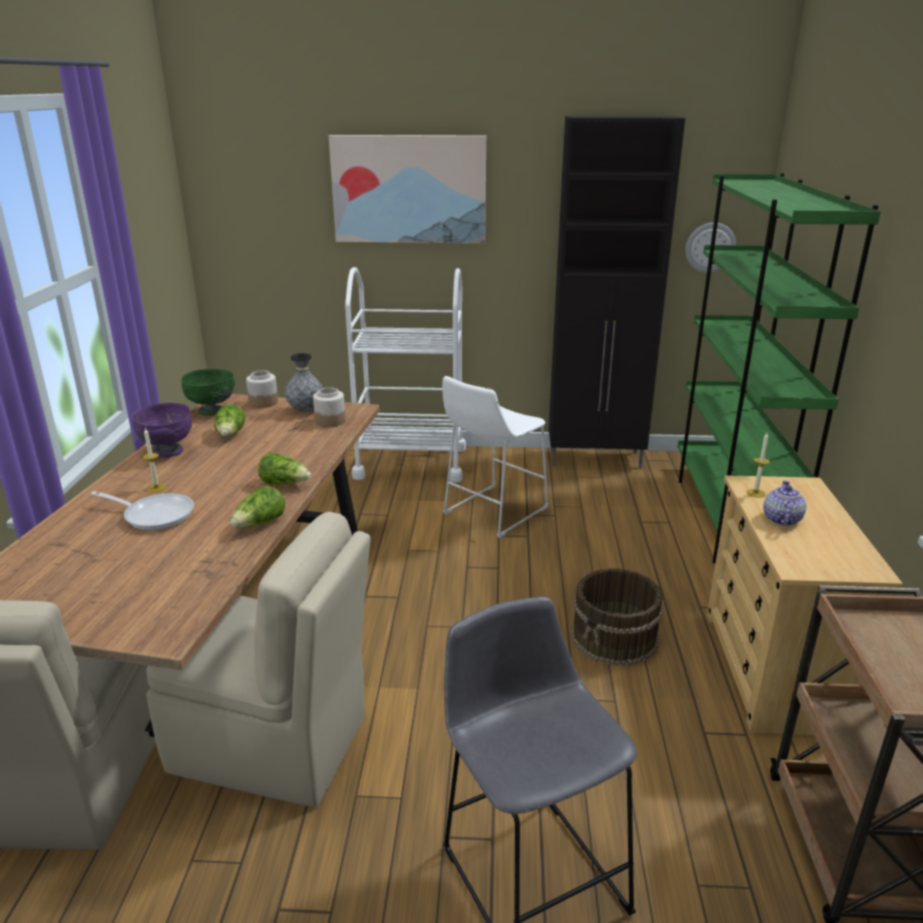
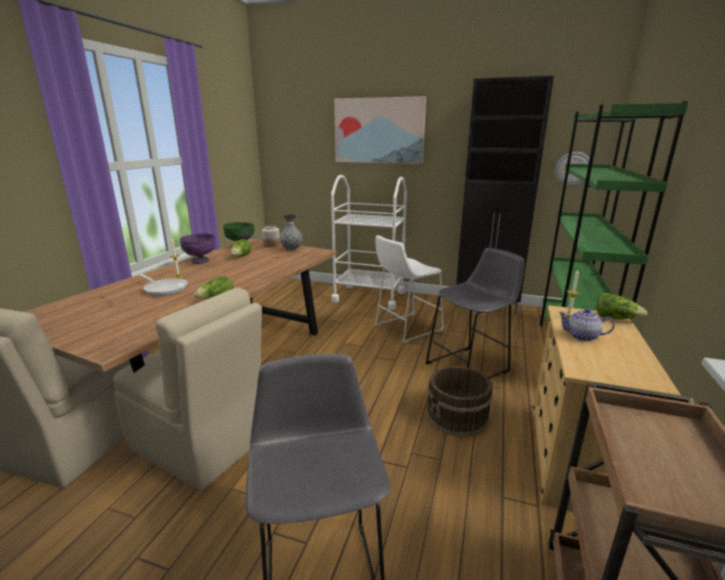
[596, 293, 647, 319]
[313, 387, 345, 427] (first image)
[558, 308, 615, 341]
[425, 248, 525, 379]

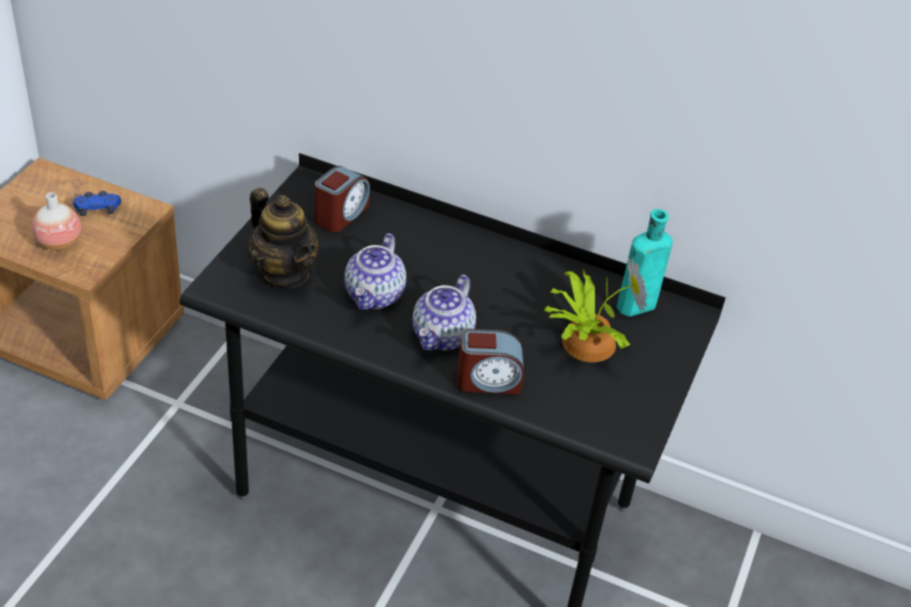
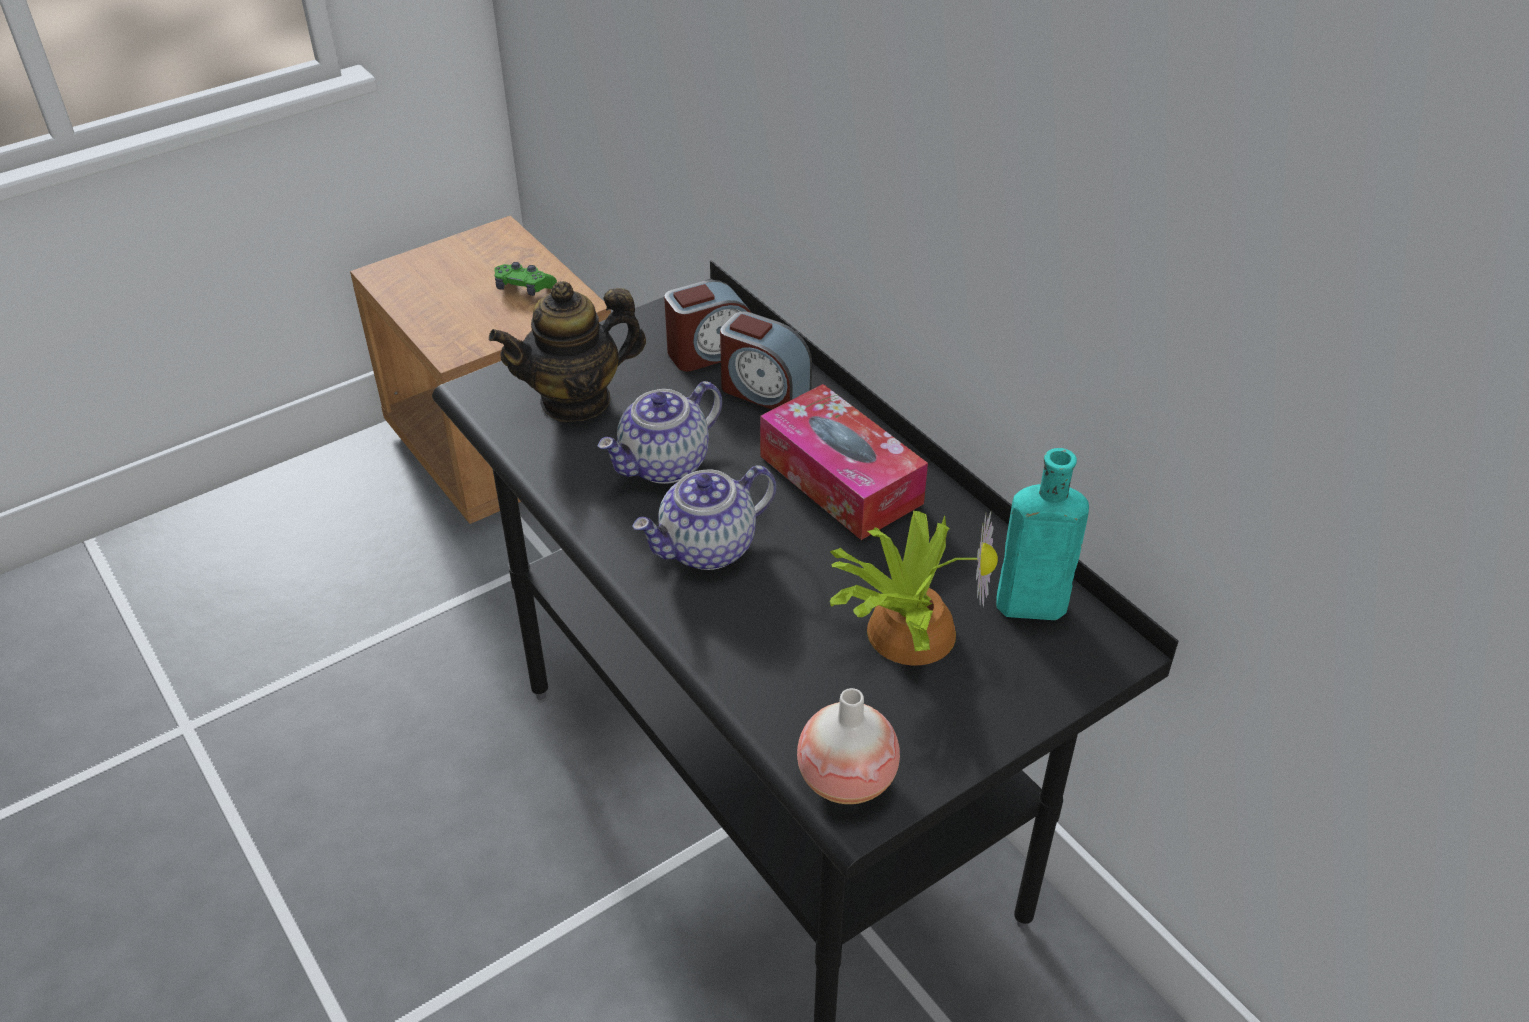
[797, 688, 900, 804]
[494, 262, 557, 296]
[489, 281, 646, 422]
[720, 311, 812, 410]
[760, 384, 928, 540]

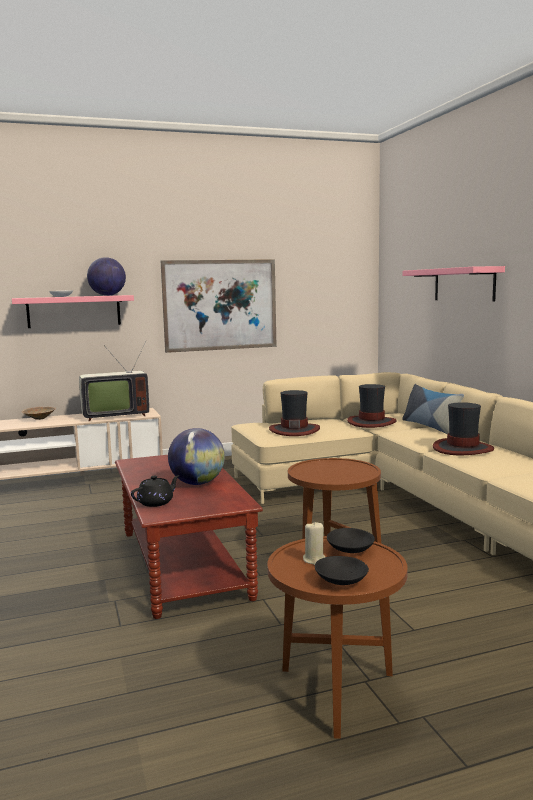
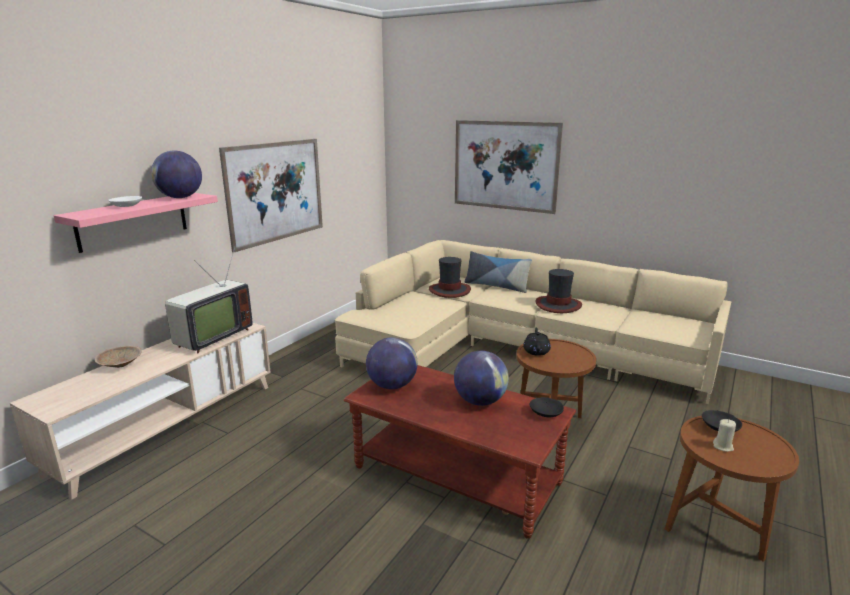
[523, 328, 551, 356]
[269, 390, 320, 436] (first image)
[530, 397, 564, 417]
[455, 120, 563, 214]
[366, 337, 418, 389]

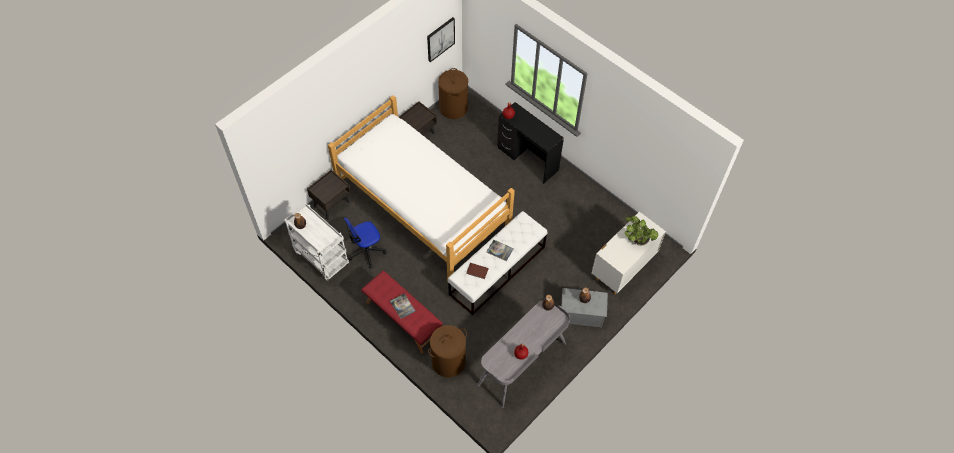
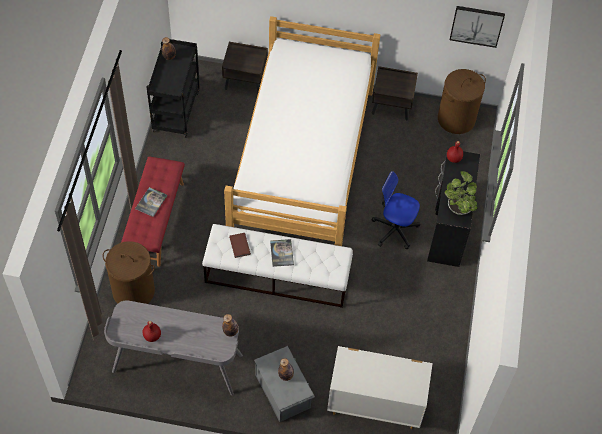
[147, 39, 200, 138]
[371, 171, 420, 249]
[444, 171, 478, 215]

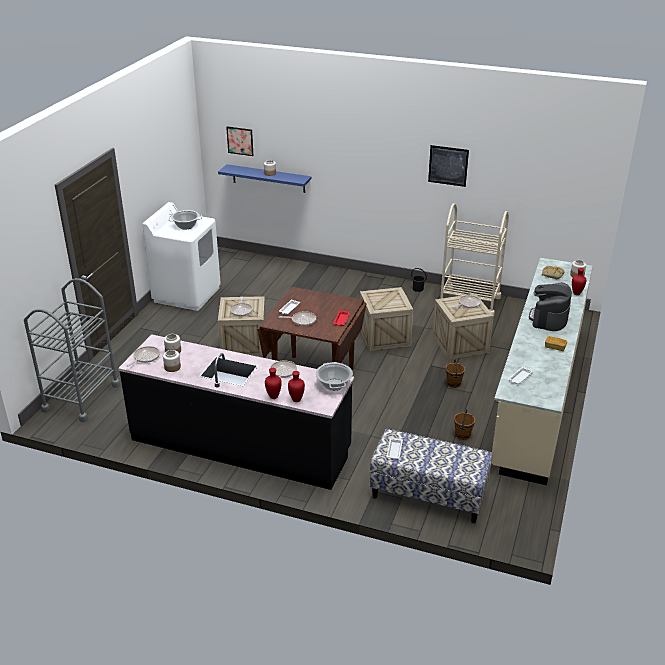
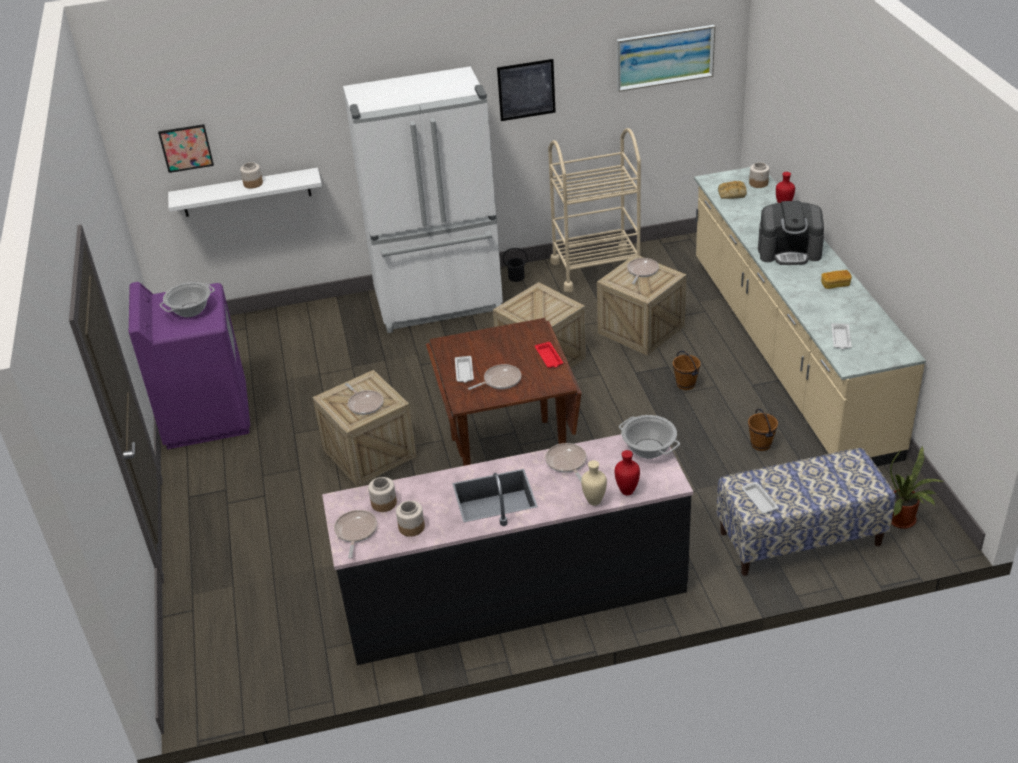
[24, 278, 120, 422] (first image)
[129, 282, 250, 449]
[168, 168, 322, 217]
[581, 460, 607, 506]
[758, 201, 824, 265]
[343, 66, 503, 333]
[617, 25, 715, 92]
[890, 446, 944, 529]

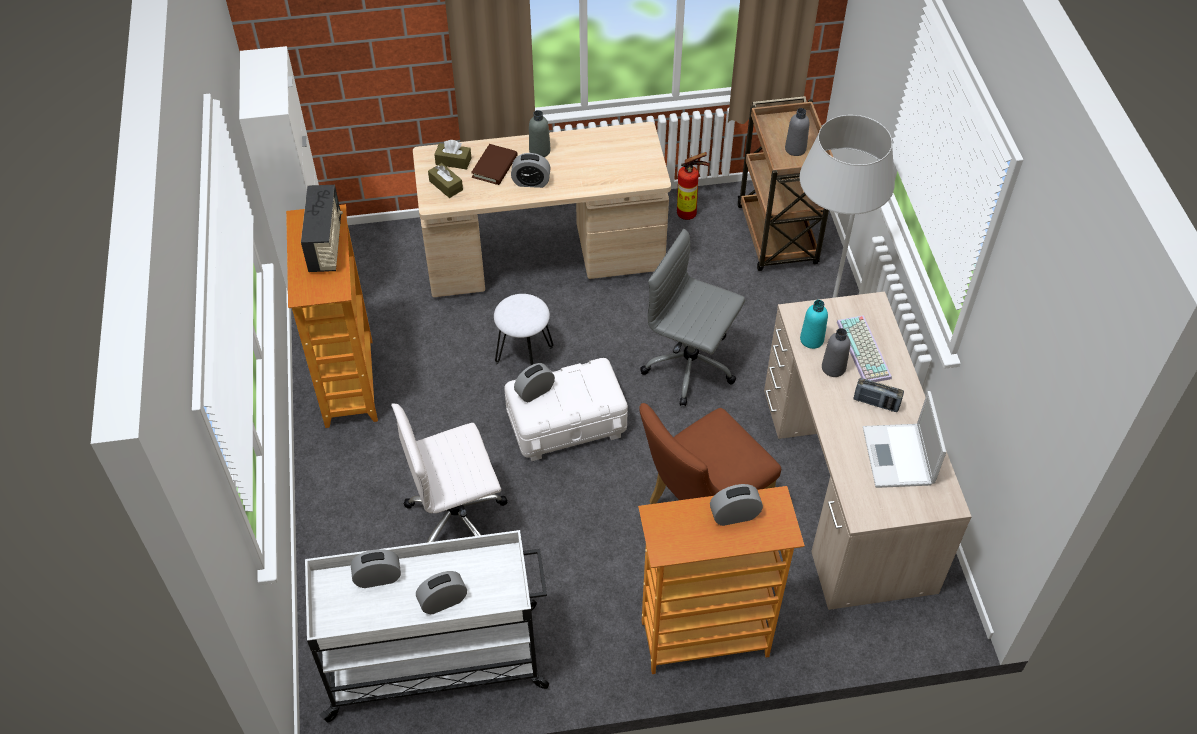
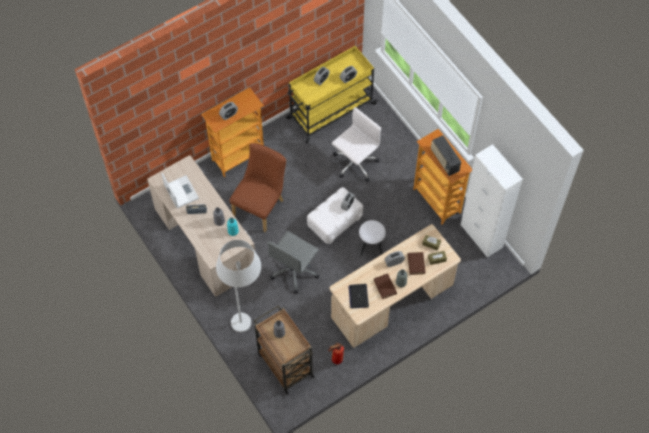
[286, 46, 378, 143]
[267, 231, 319, 293]
[837, 315, 892, 382] (first image)
[349, 284, 369, 308]
[374, 273, 397, 299]

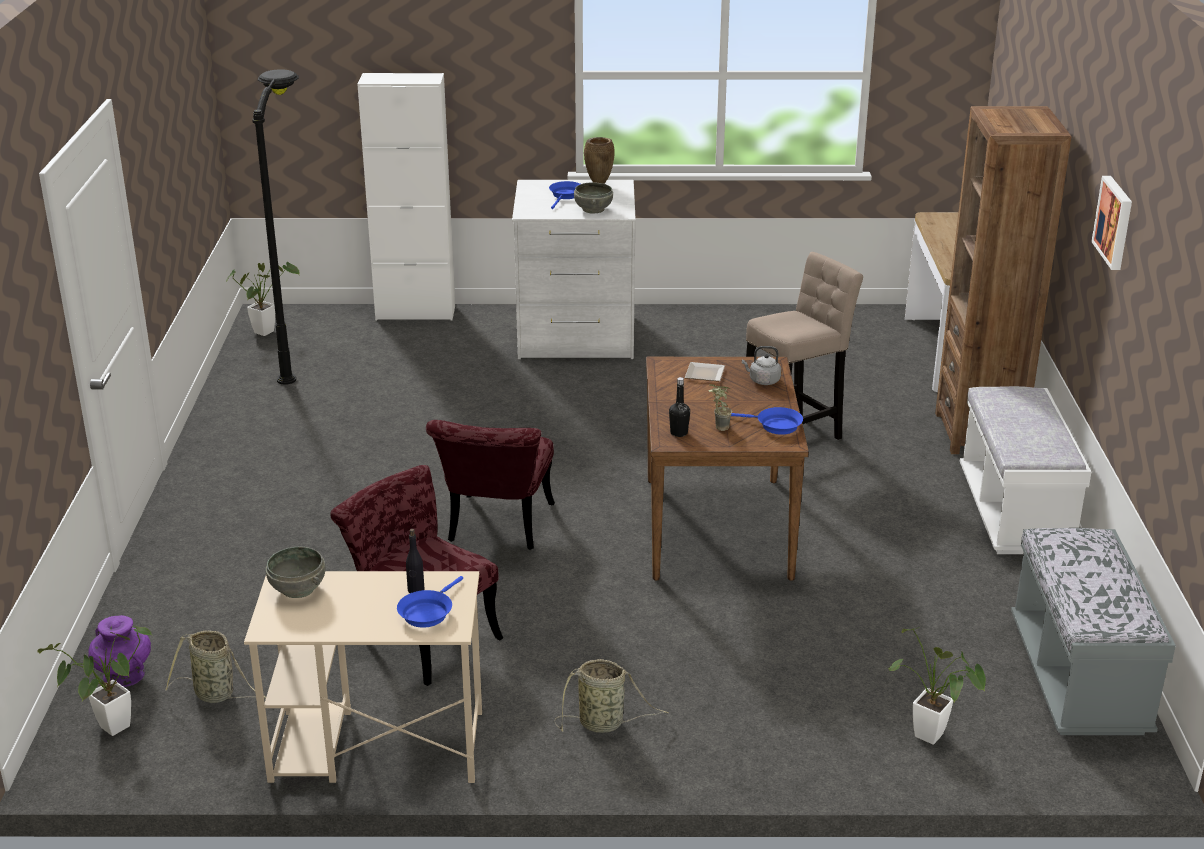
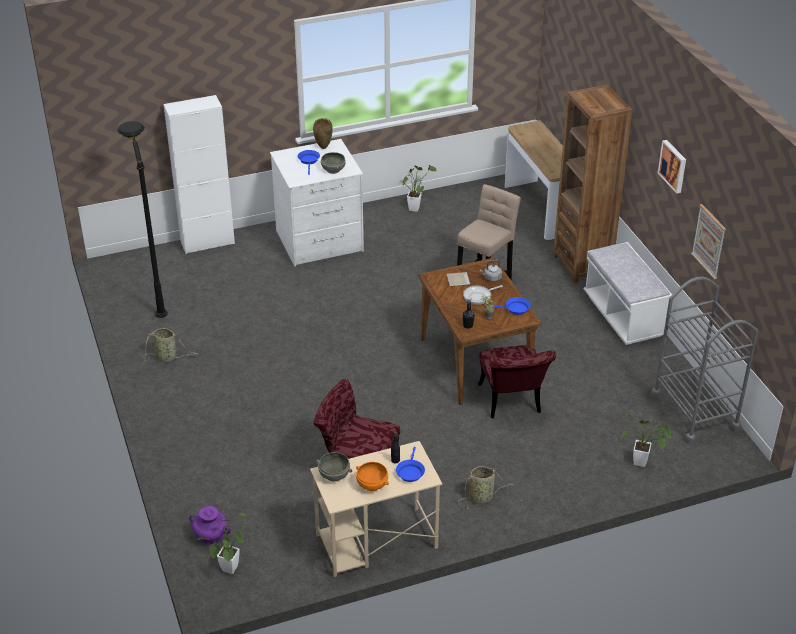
[144, 328, 197, 362]
[402, 165, 437, 212]
[478, 345, 556, 418]
[651, 277, 758, 444]
[356, 462, 389, 491]
[463, 285, 503, 305]
[691, 204, 726, 280]

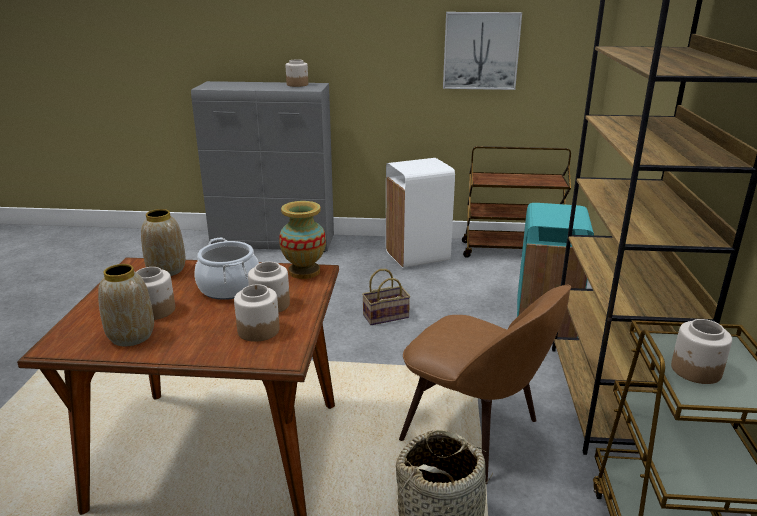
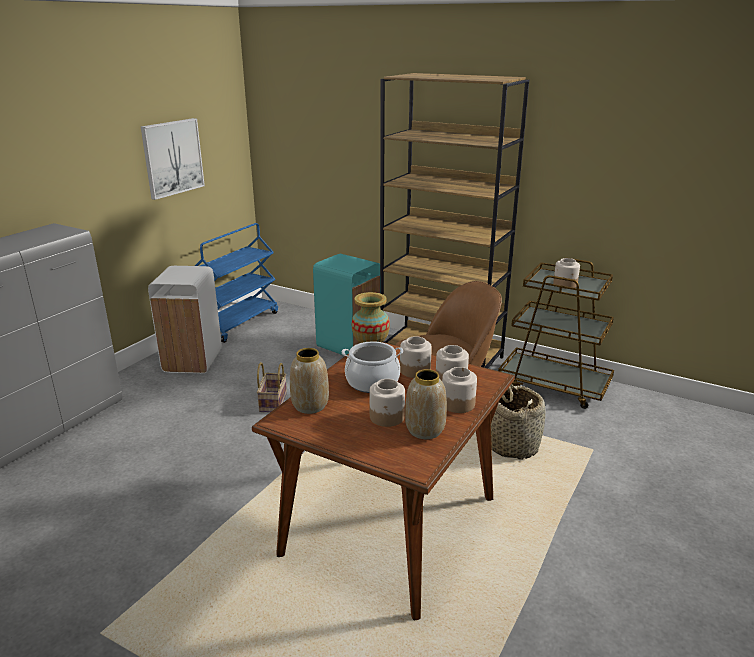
[442, 367, 477, 413]
[195, 223, 278, 343]

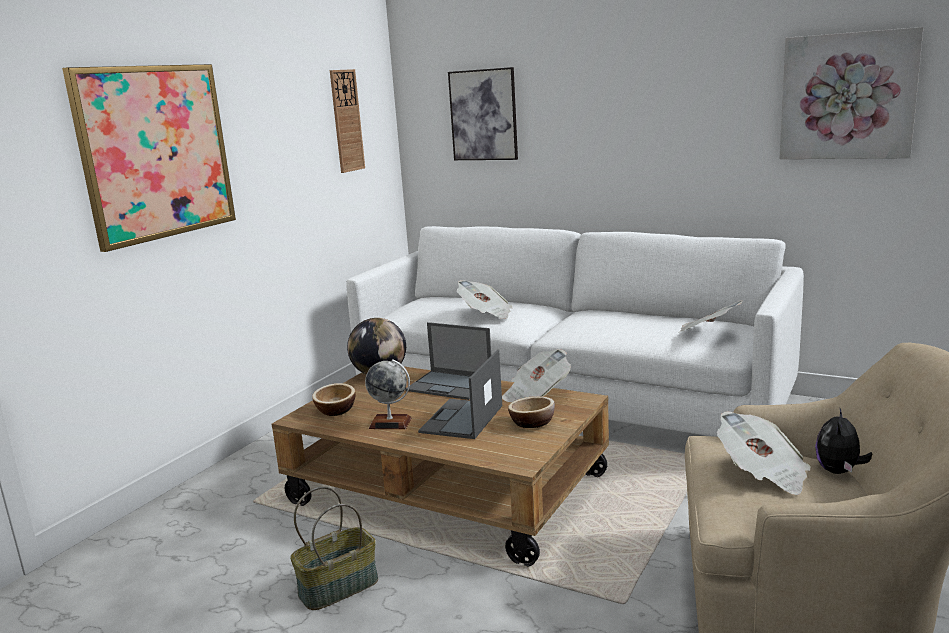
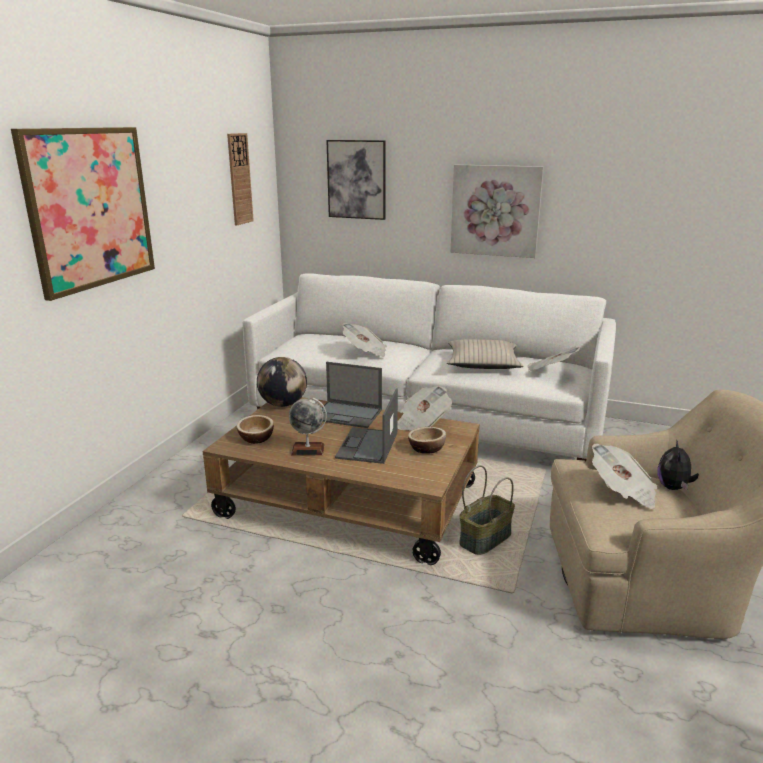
[459, 465, 515, 555]
[451, 164, 544, 258]
[447, 339, 523, 369]

